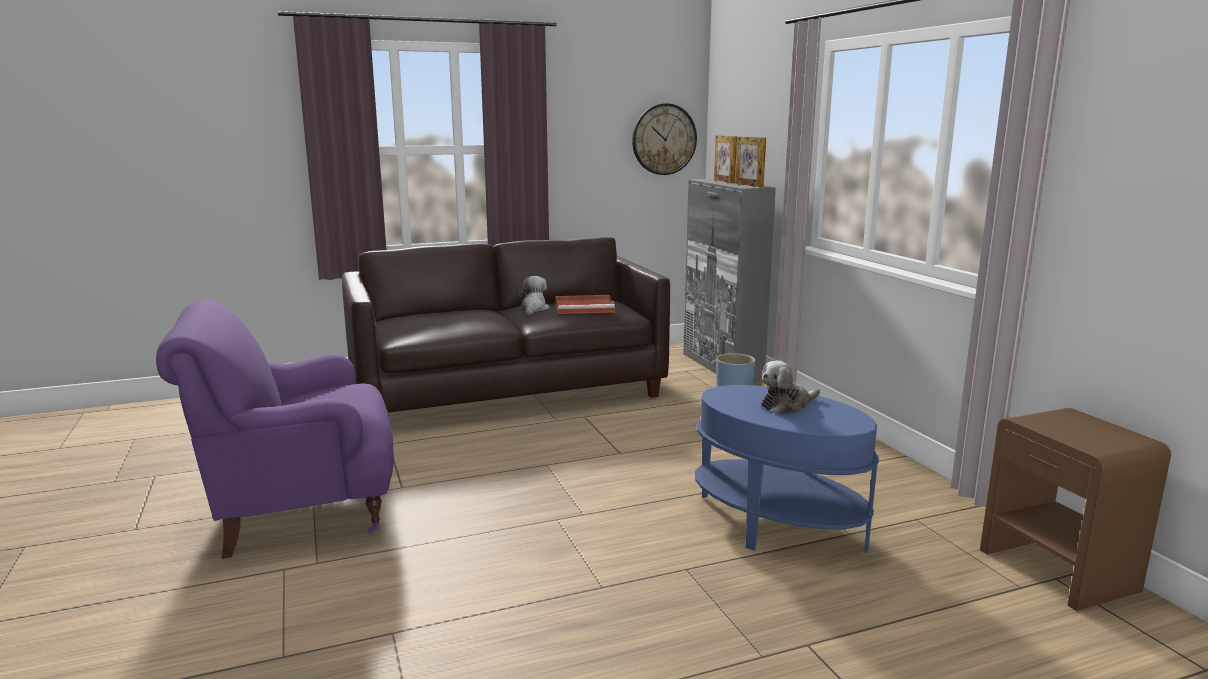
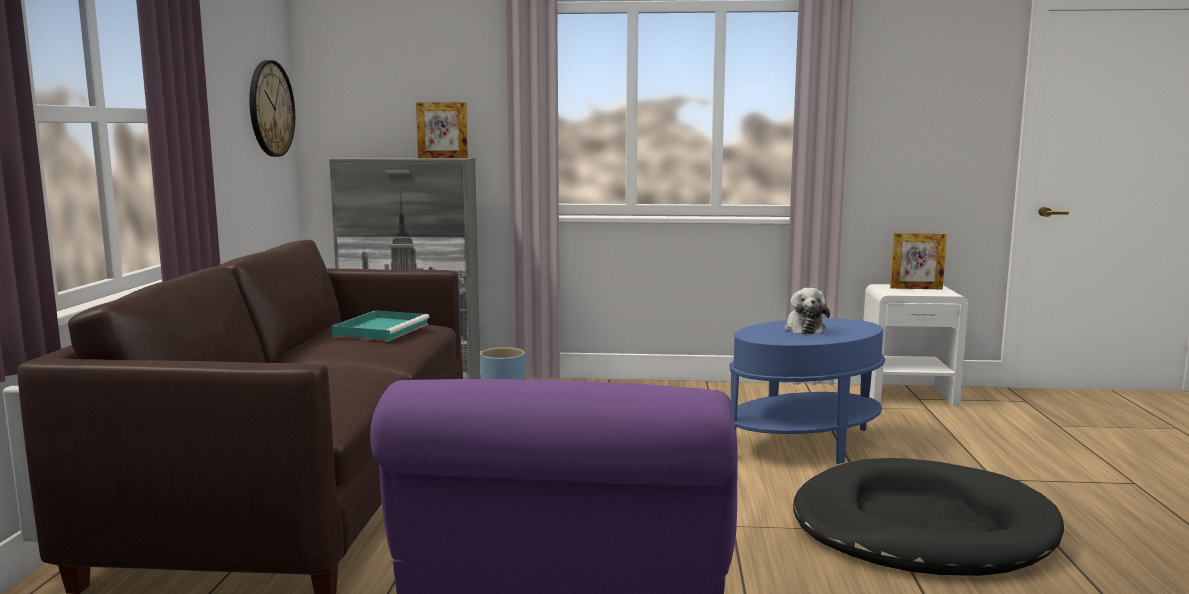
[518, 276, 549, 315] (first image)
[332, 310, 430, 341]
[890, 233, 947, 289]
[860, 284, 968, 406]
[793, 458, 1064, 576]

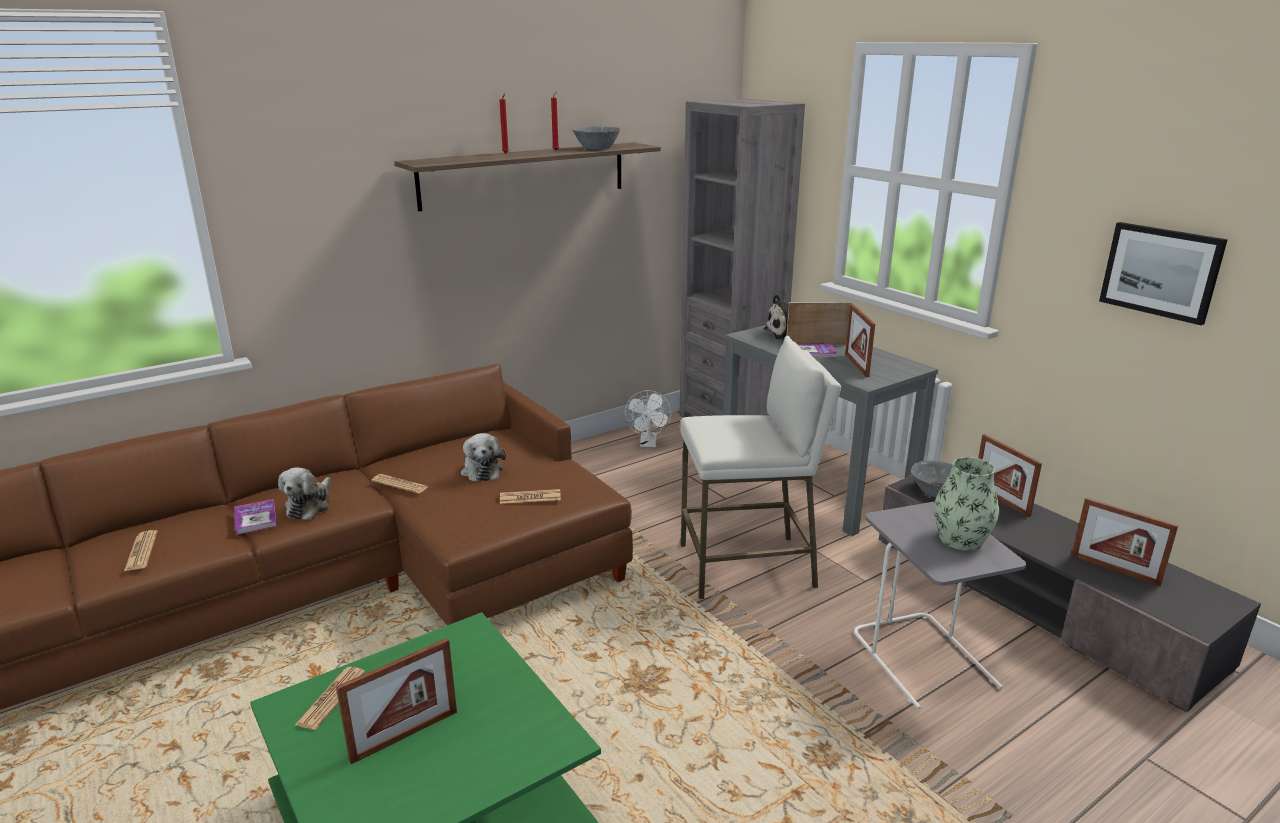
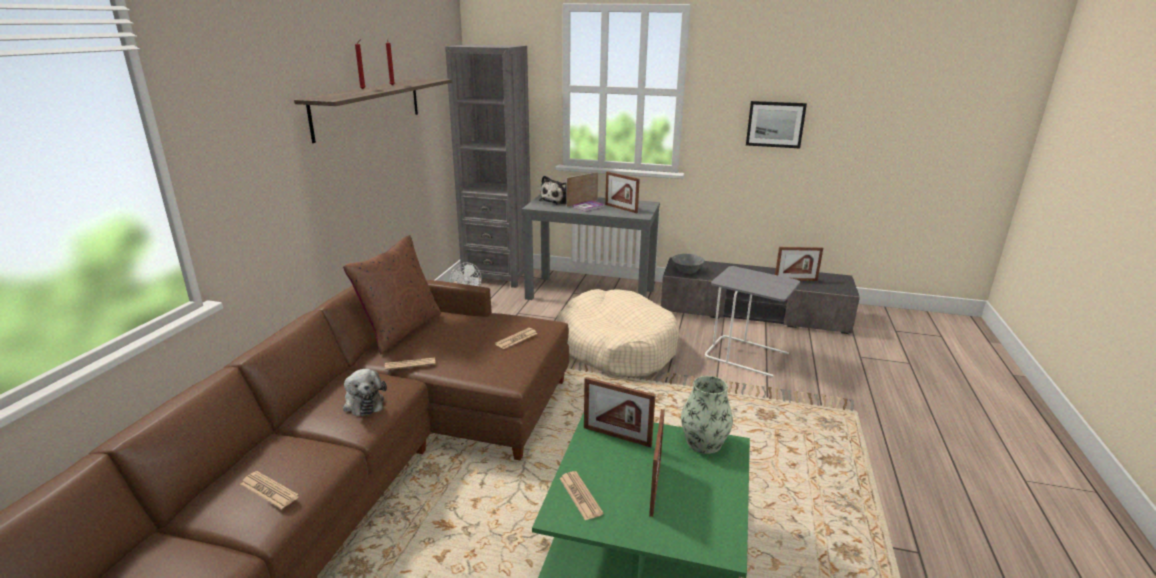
[234, 499, 277, 535] (first image)
[461, 433, 506, 482] (first image)
[572, 126, 620, 149] (first image)
[557, 289, 679, 377]
[681, 376, 733, 454]
[584, 377, 655, 447]
[343, 235, 441, 354]

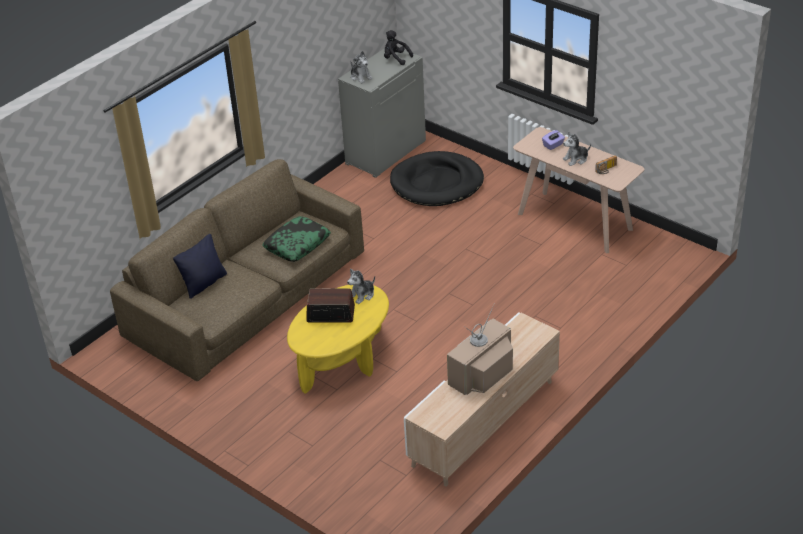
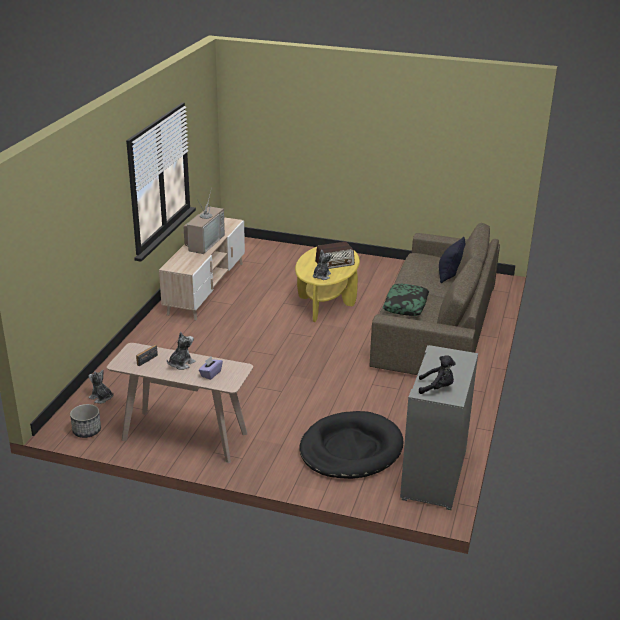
[88, 370, 113, 404]
[70, 404, 101, 438]

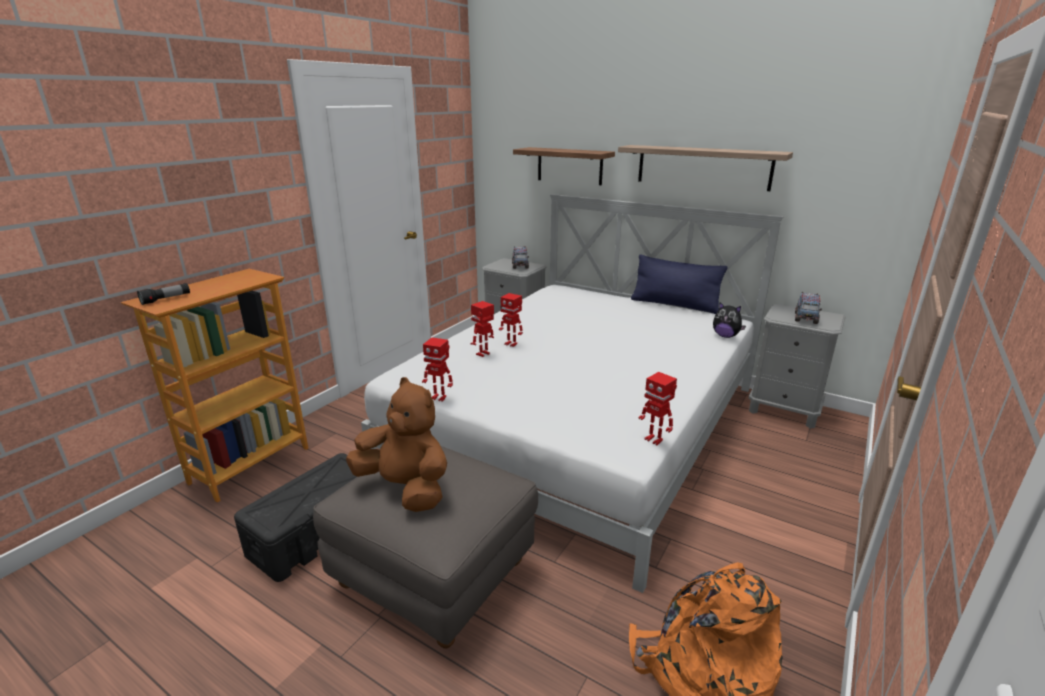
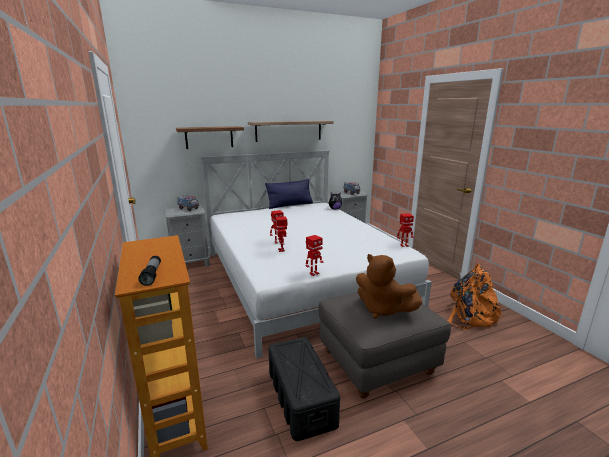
[356, 254, 423, 319]

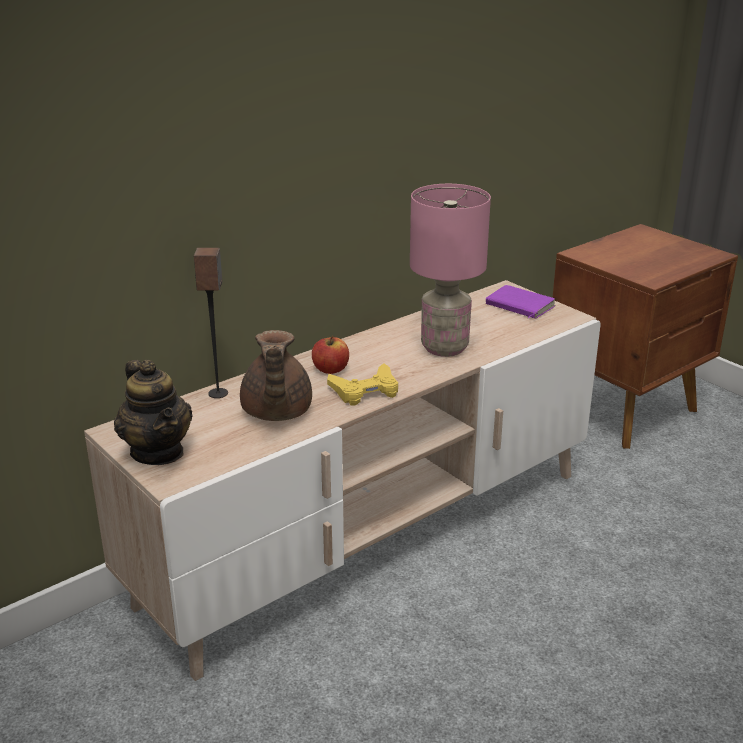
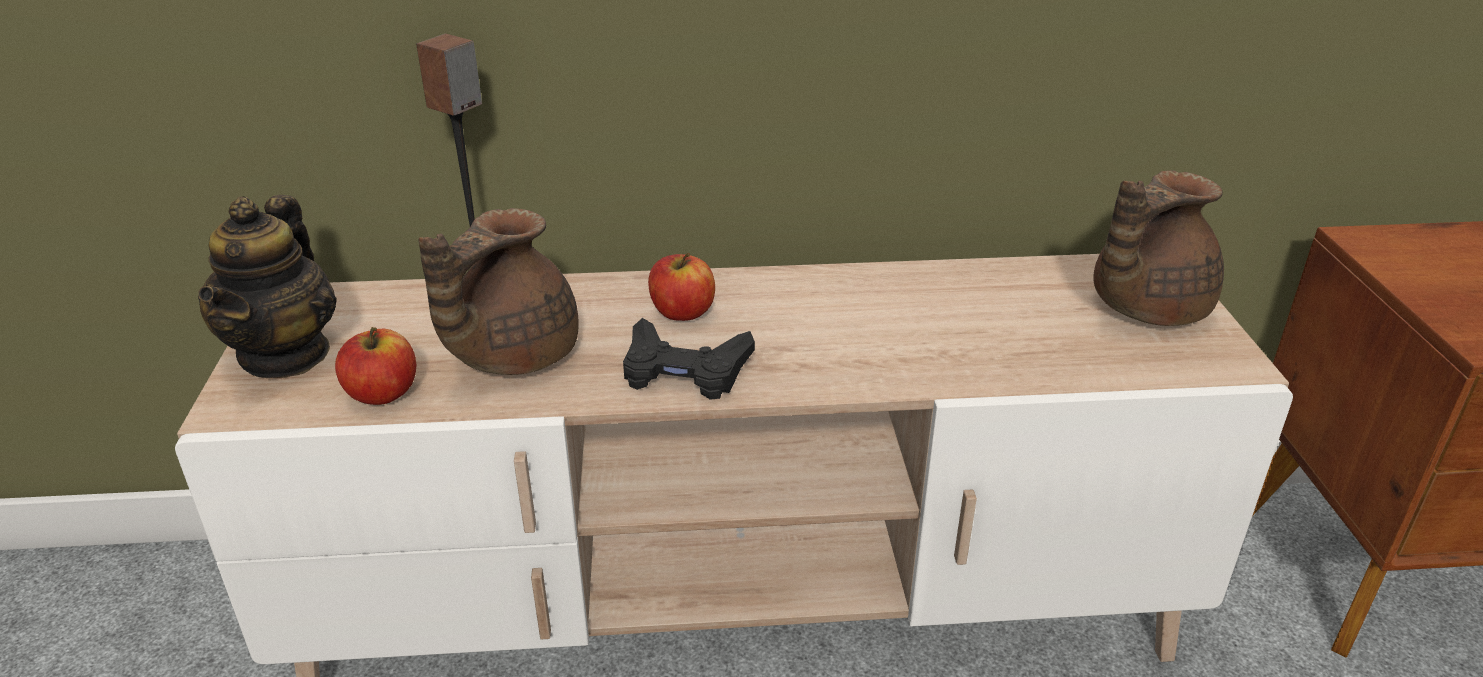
[623, 318, 755, 400]
[410, 184, 491, 357] (first image)
[1093, 171, 1224, 326]
[335, 327, 416, 405]

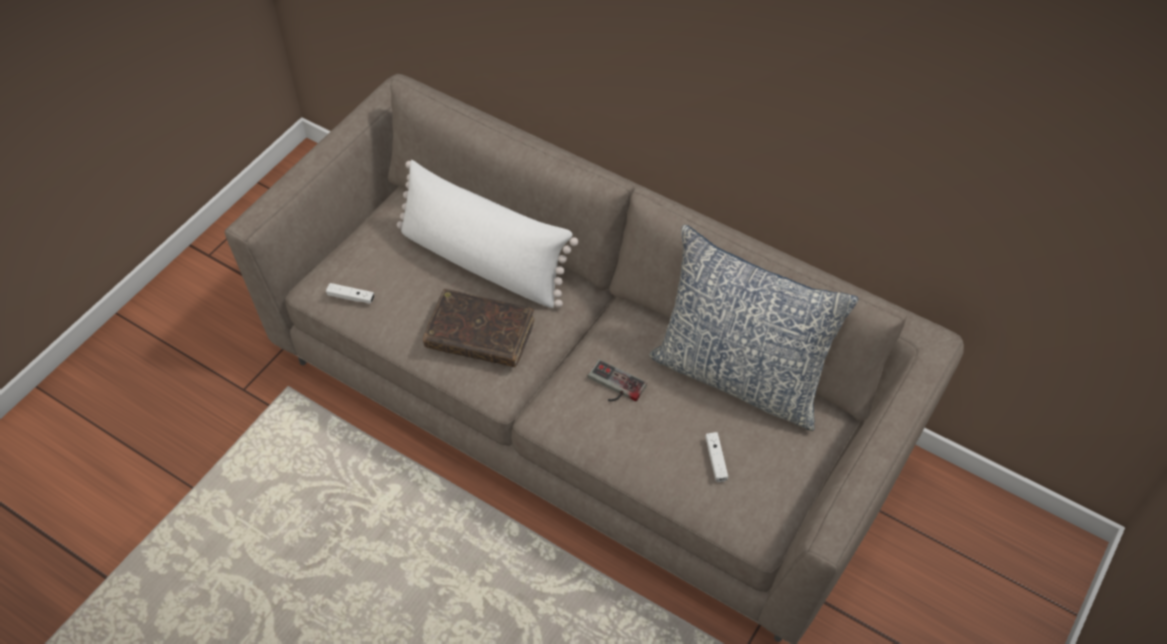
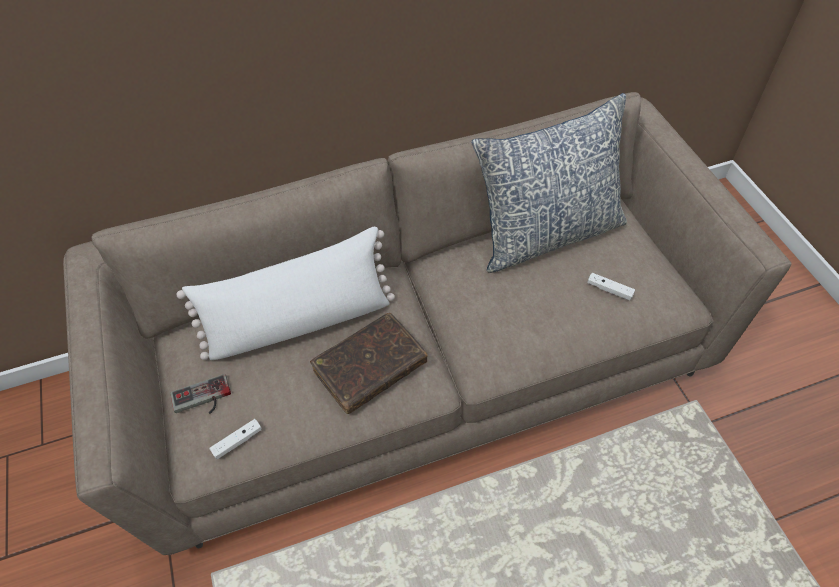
[170, 374, 231, 414]

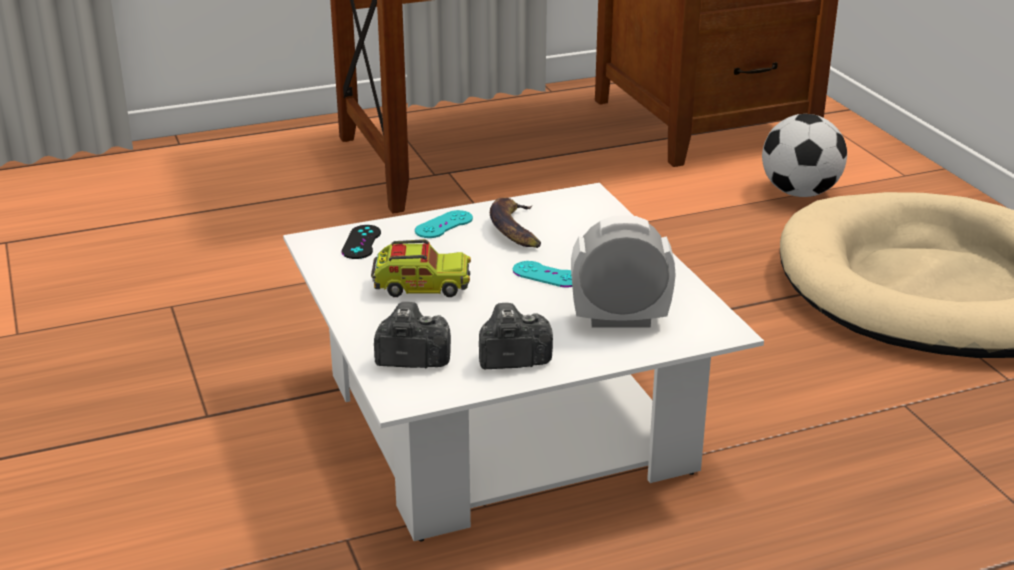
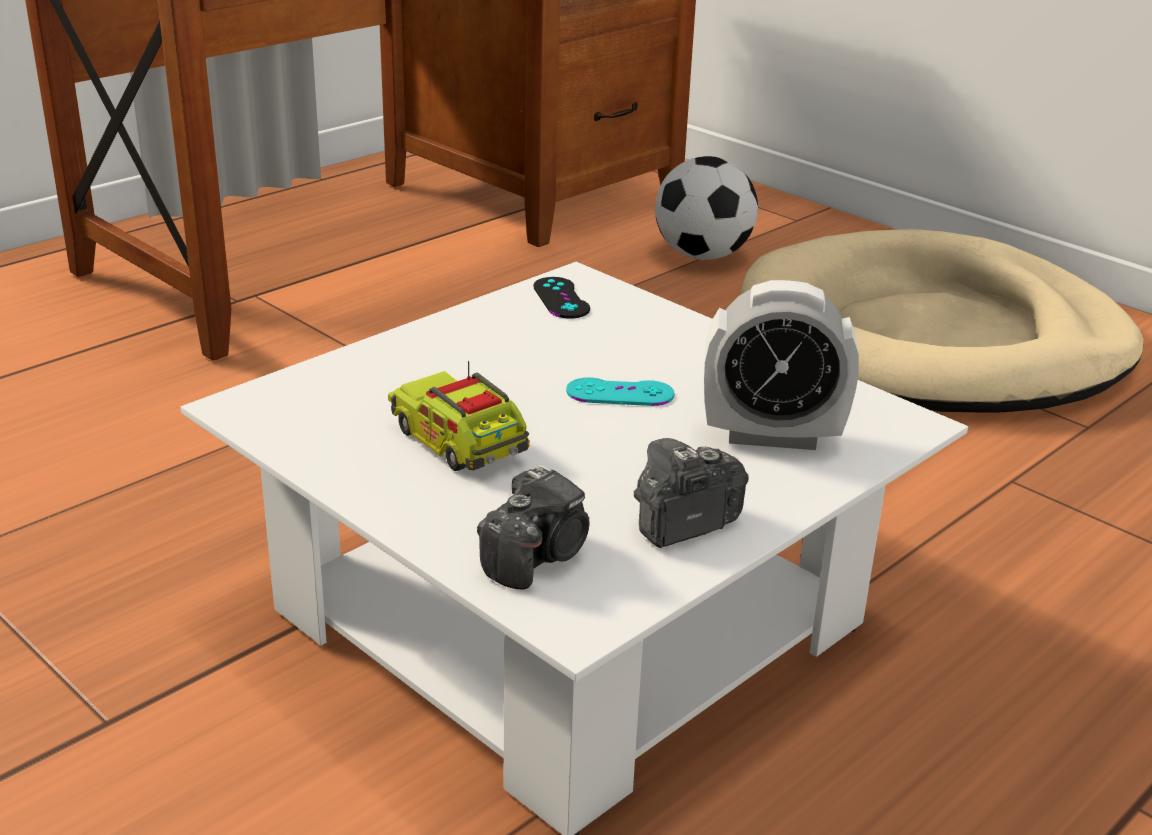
[533, 277, 590, 319]
[388, 361, 530, 471]
[477, 464, 590, 590]
[415, 210, 473, 238] (first image)
[490, 197, 541, 248] (first image)
[704, 280, 859, 450]

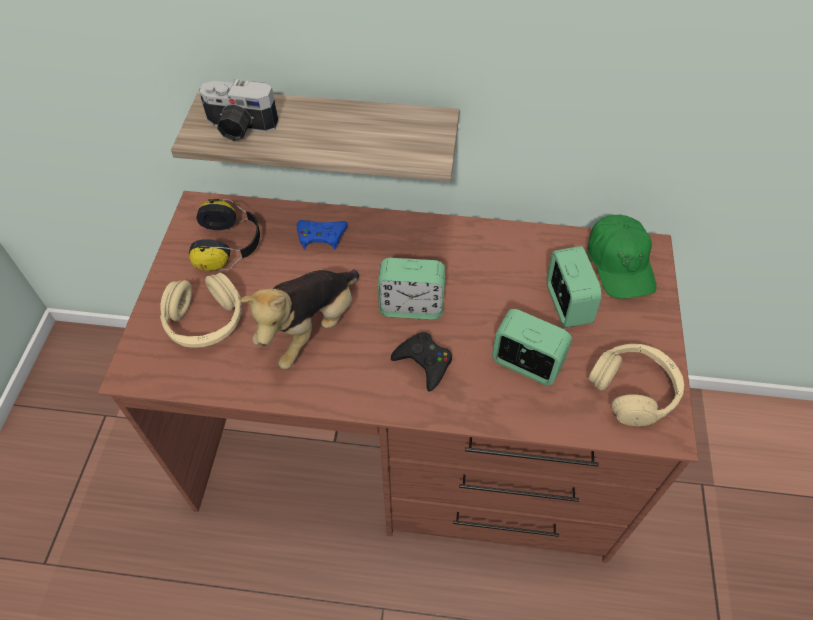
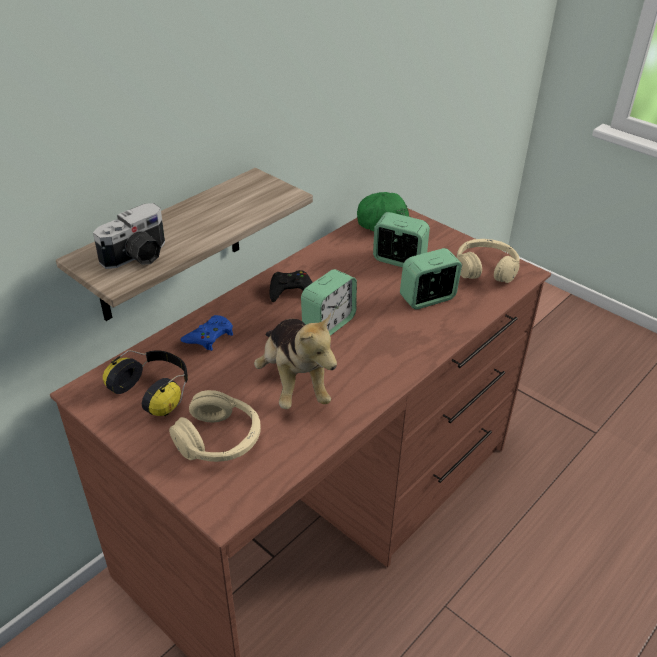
[270, 270, 313, 302]

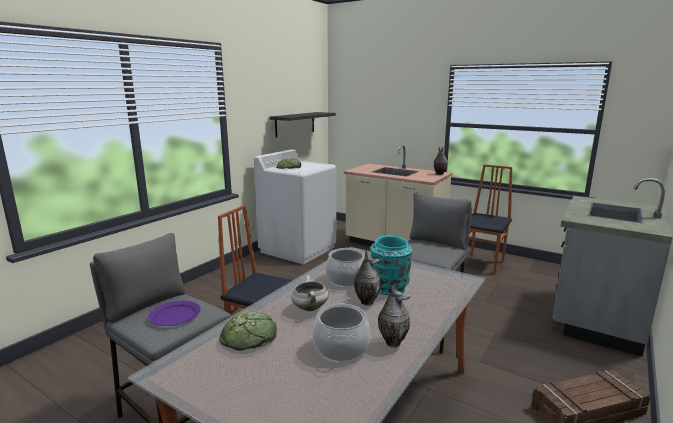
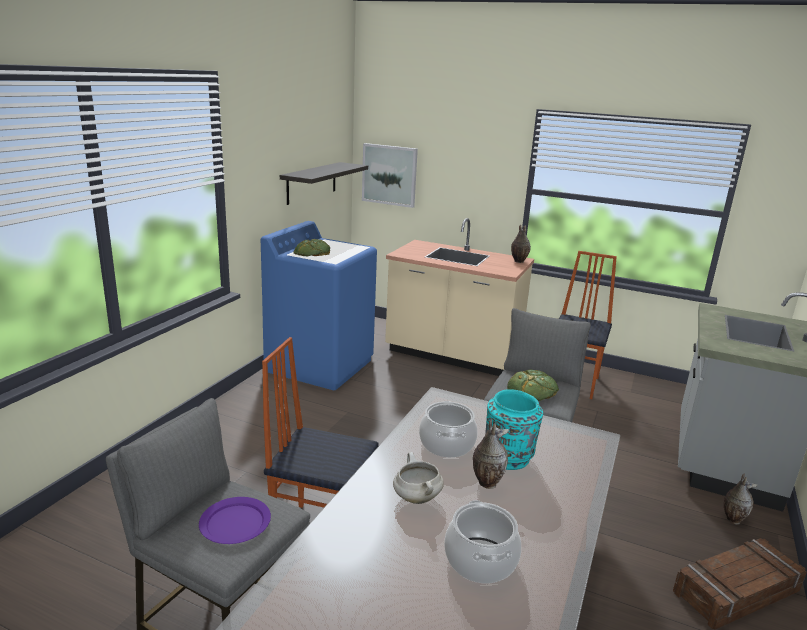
[507, 370, 559, 401]
[261, 221, 377, 390]
[724, 474, 758, 525]
[362, 143, 418, 208]

